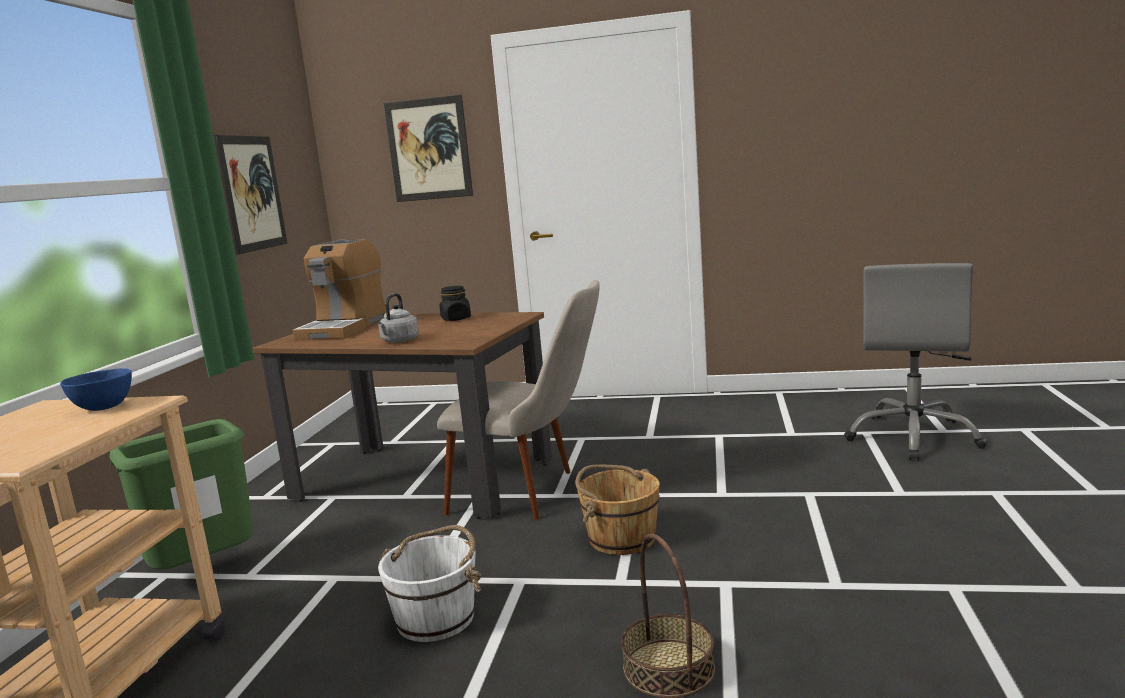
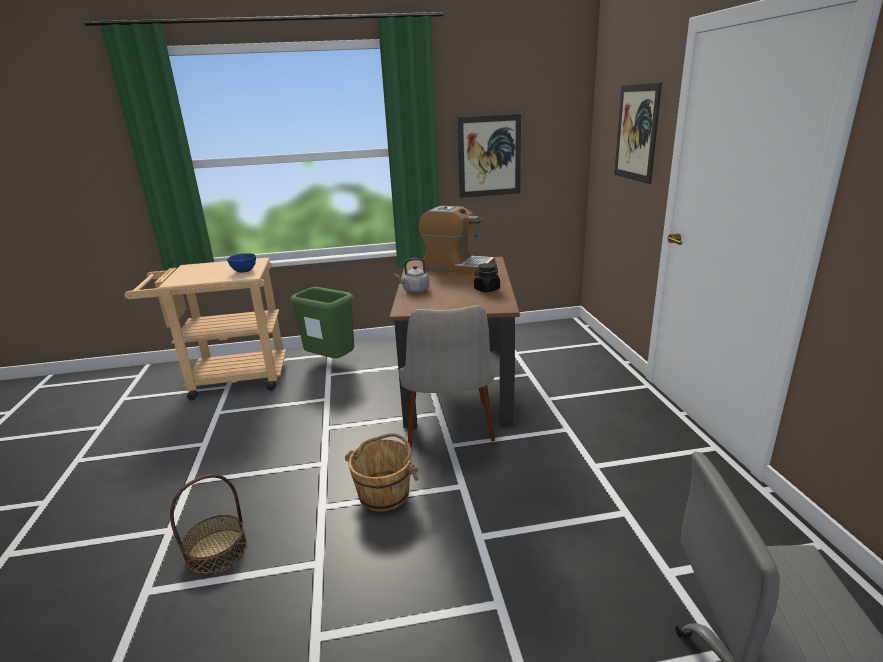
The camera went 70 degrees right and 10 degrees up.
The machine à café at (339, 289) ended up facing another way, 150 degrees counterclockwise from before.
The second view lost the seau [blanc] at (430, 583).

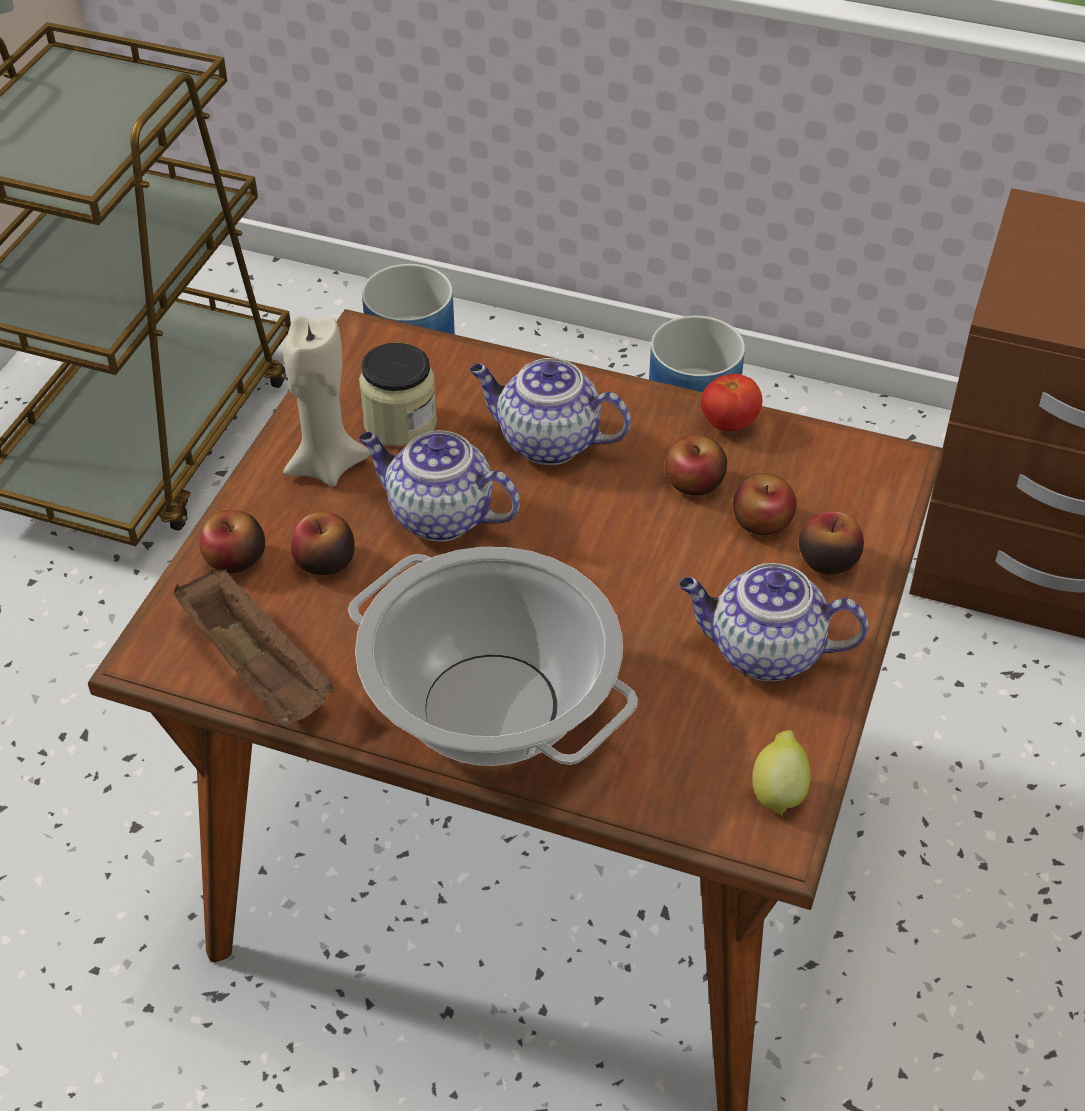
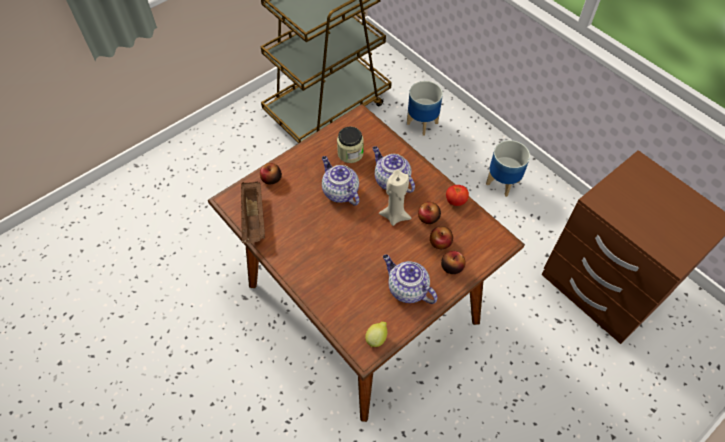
The camera went 30 degrees right and 10 degrees up.
The bougie [beige] ended up elsewhere, having gone from (327, 401) to (395, 197).
The second view lost the pomme at (323, 543).
The second view lost the marmite at (493, 656).

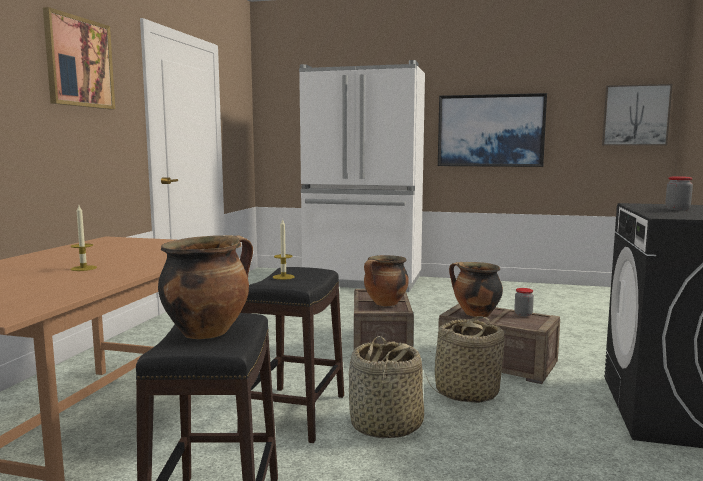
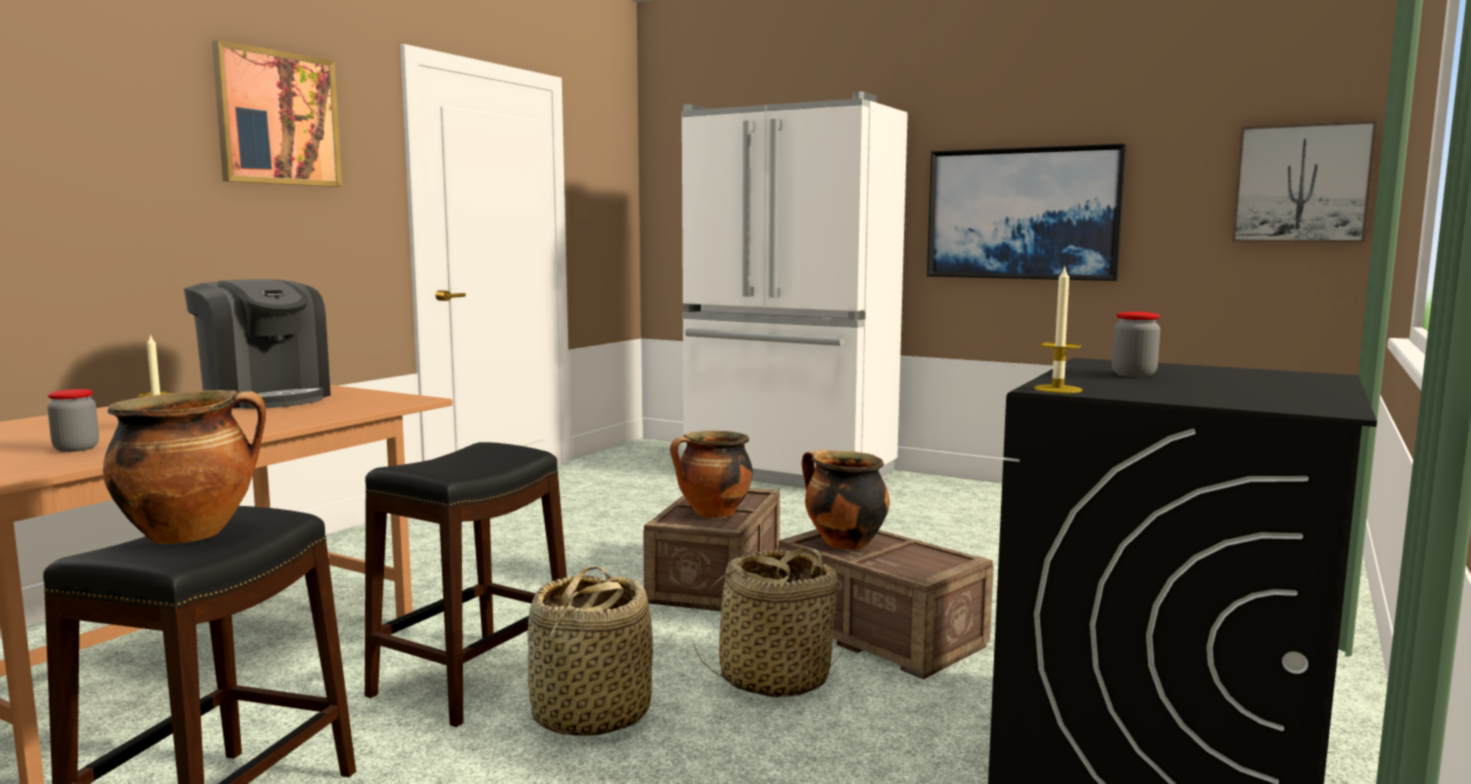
The camera went 15 degrees right and 0 degrees up.
The bougie ended up elsewhere, having gone from (284, 249) to (1058, 329).
The bocal ended up elsewhere, having gone from (524, 302) to (73, 420).
The second view gained the machine à café at (257, 344).

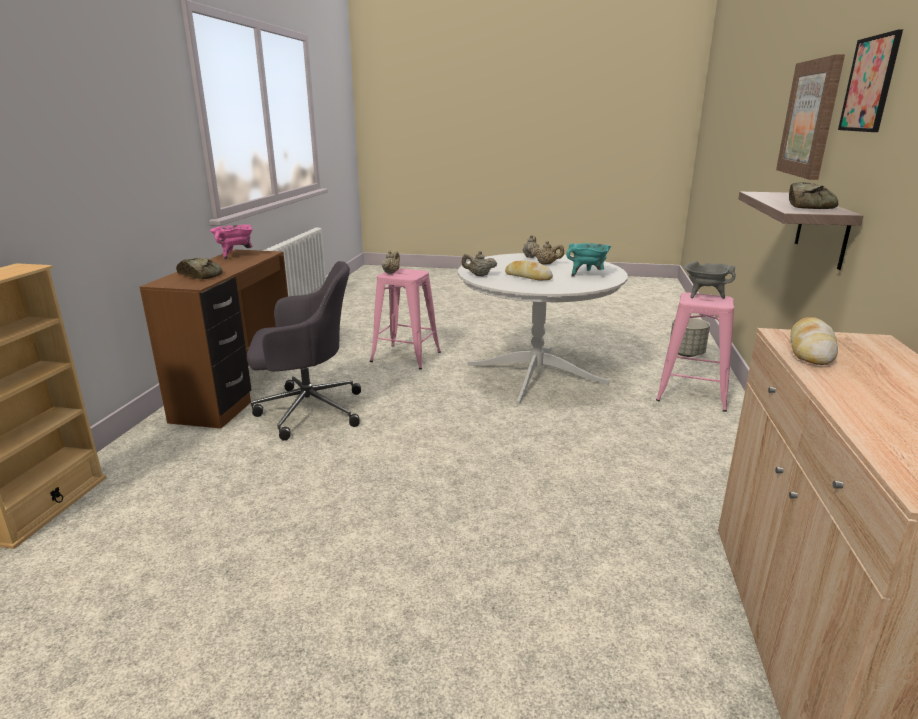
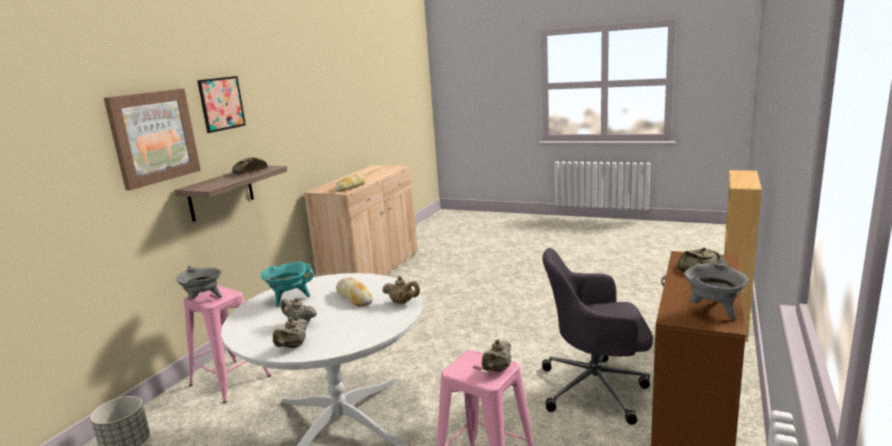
The camera went 165 degrees left and 5 degrees down.
What was the marmite [rose] at (231, 242) turned into the marmite [gris] at (716, 289).

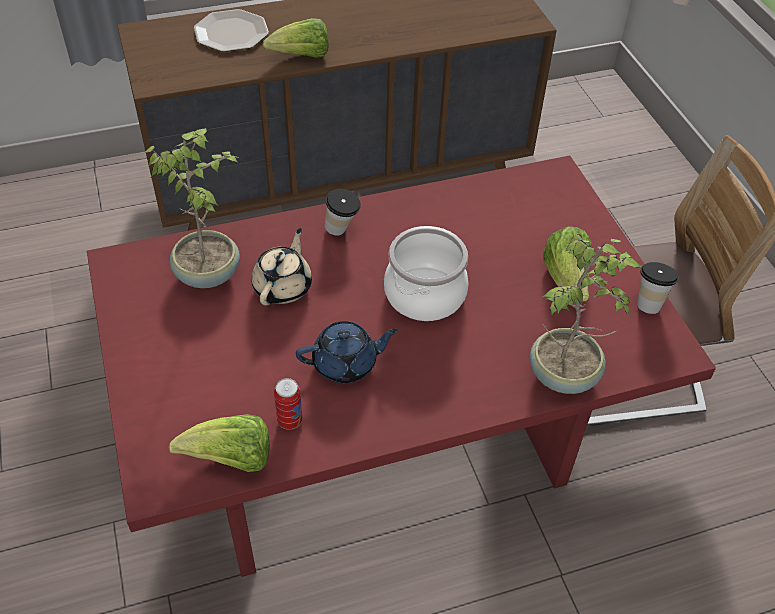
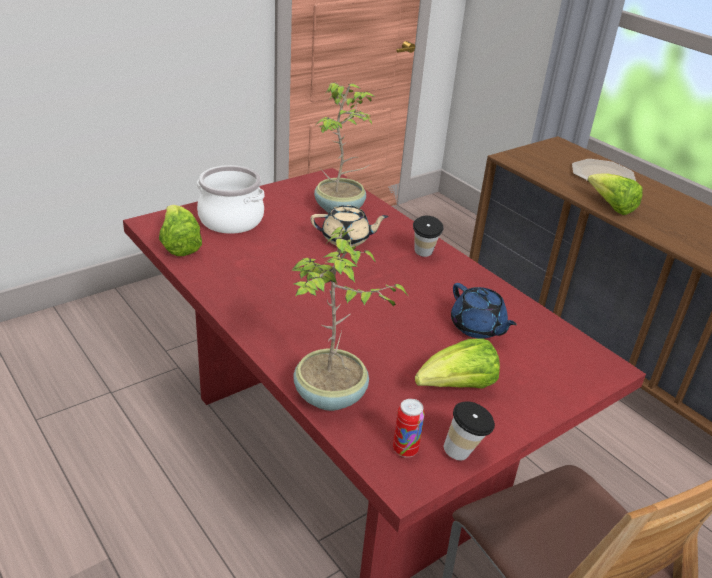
The camera went 70 degrees right and 15 degrees down.
The boîte métallique ended up elsewhere, having gone from (288, 404) to (409, 428).
The théière [bleu] ended up elsewhere, having gone from (347, 352) to (484, 311).
The marmite ended up elsewhere, having gone from (426, 273) to (230, 199).

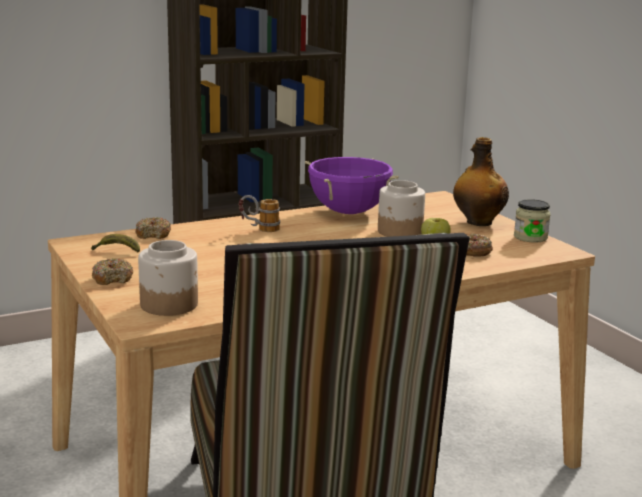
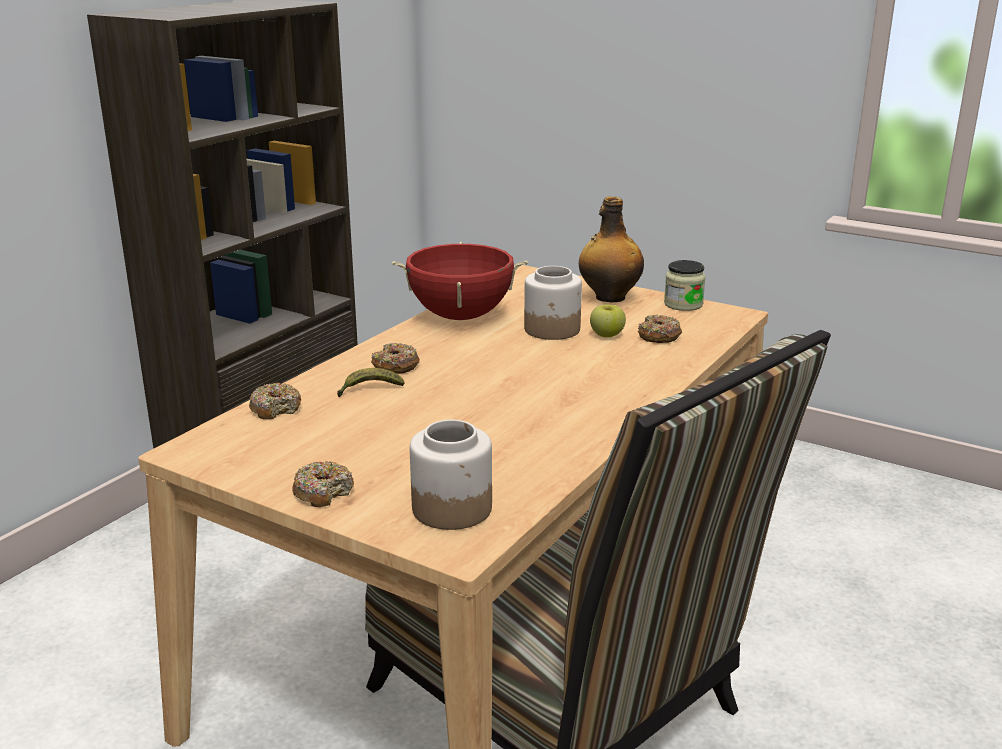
The camera went 30 degrees left and 5 degrees up.
The banane ended up elsewhere, having gone from (115, 243) to (371, 382).
Where the mug stood at (259, 213), the beignet came to stand at (395, 358).
What was the marmite [violet] at (352, 185) turned into the marmite [rouge] at (460, 281).

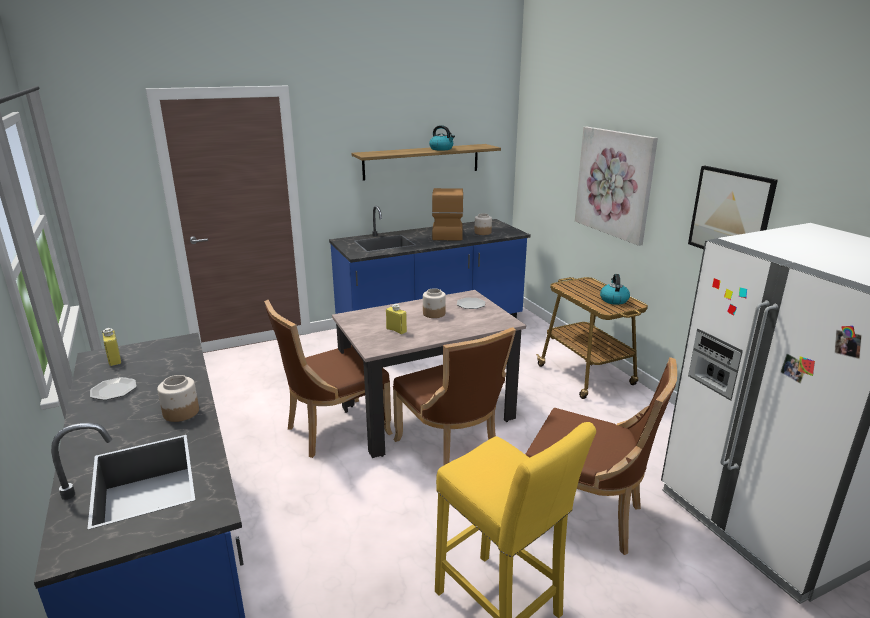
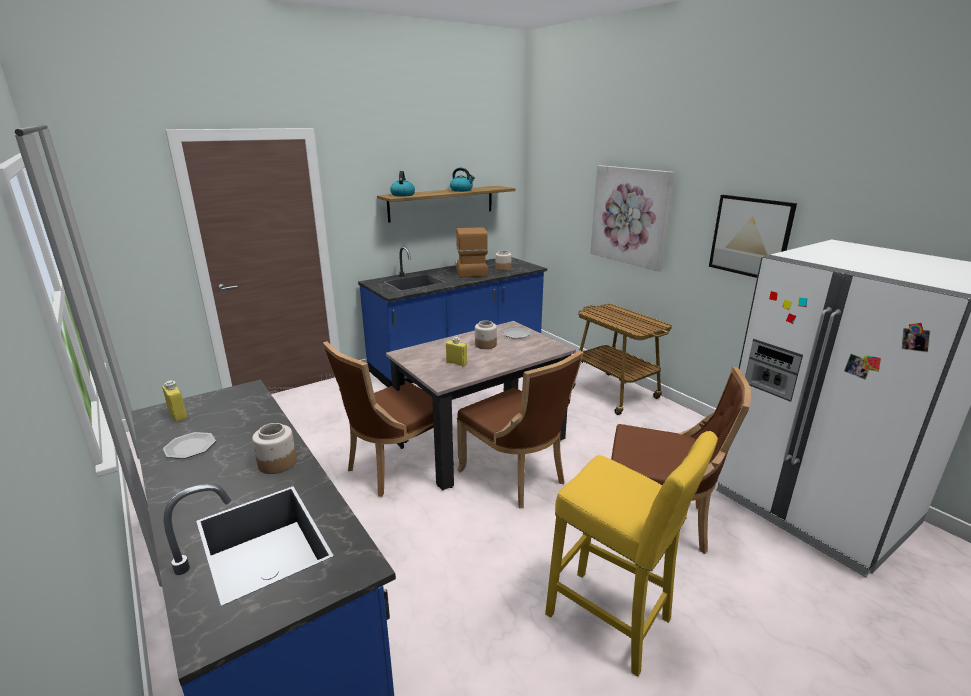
The camera went 10 degrees left and 0 degrees up.
The bouilloire ended up elsewhere, having gone from (615, 289) to (402, 184).

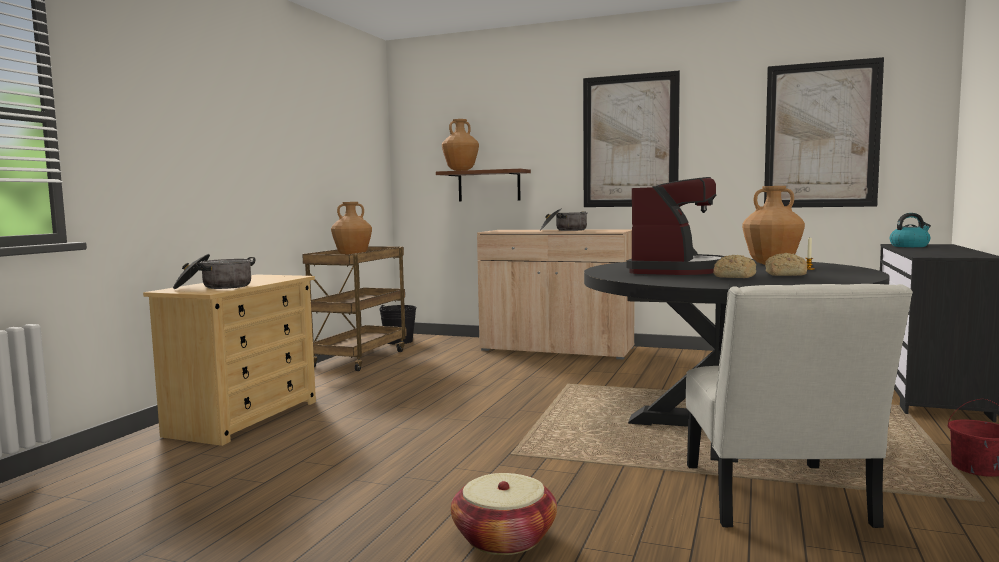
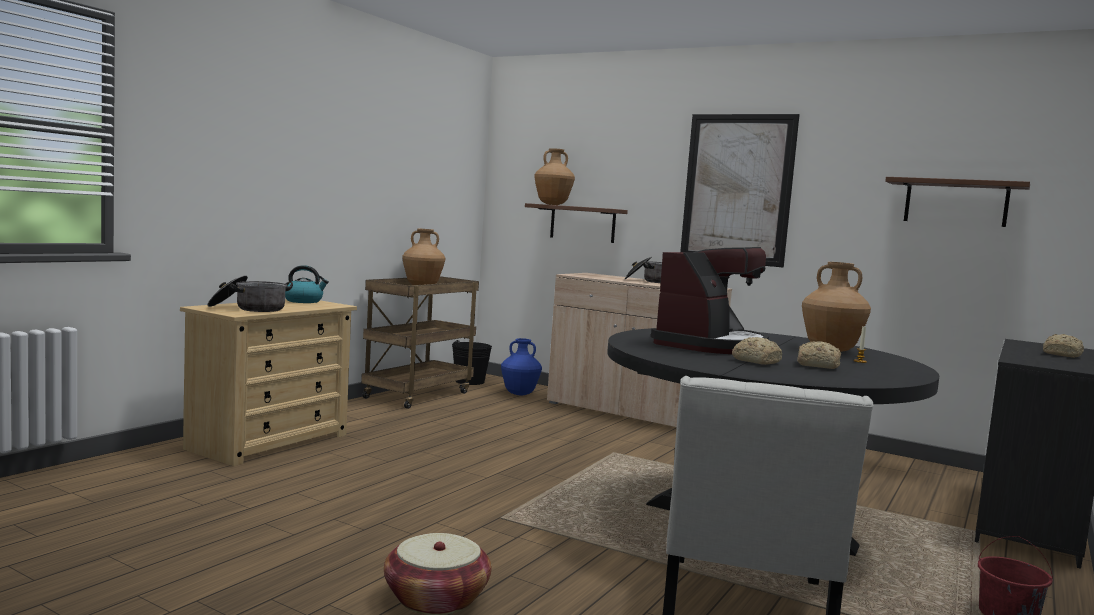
The camera went 10 degrees right and 0 degrees up.
Where the tableau hung at (824, 132), the étagère came to hang at (957, 202).
The bouilloire ended up elsewhere, having gone from (910, 230) to (307, 284).
The second view gained the vase [bleu] at (521, 366).
The second view gained the pain at (1063, 346).

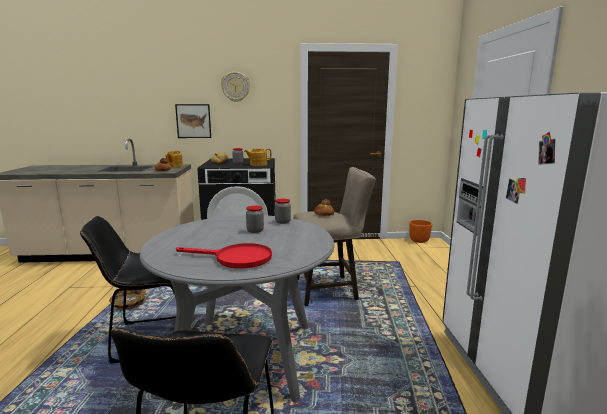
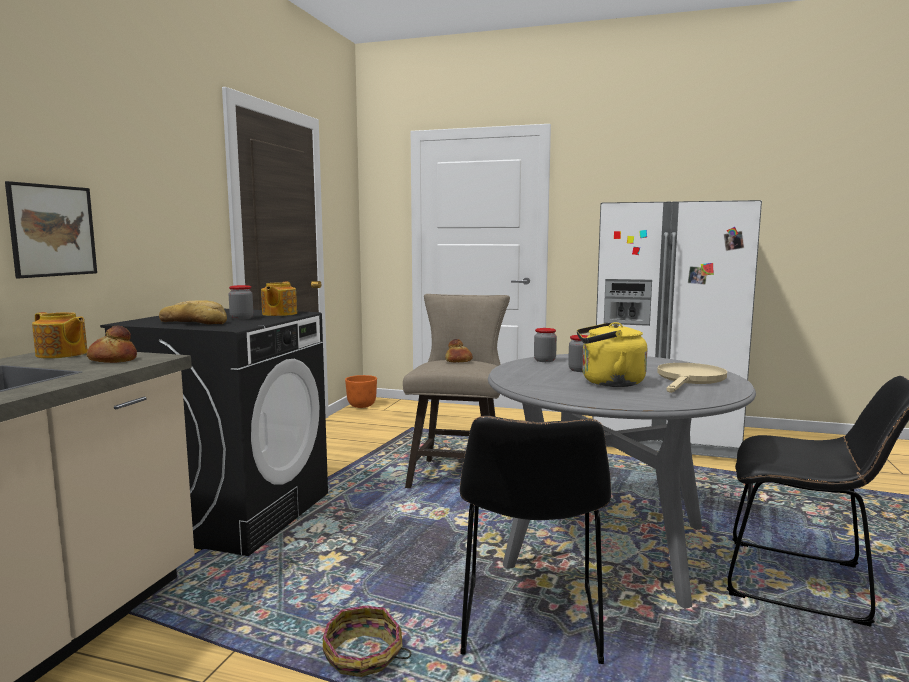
The camera went 70 degrees left and 5 degrees down.
What was the poêle [rouge] at (224, 256) turned into the poêle [beige] at (692, 378).
The second view lost the horloge murale at (235, 87).
The second view gained the bouilloire [jaune] at (612, 354).

